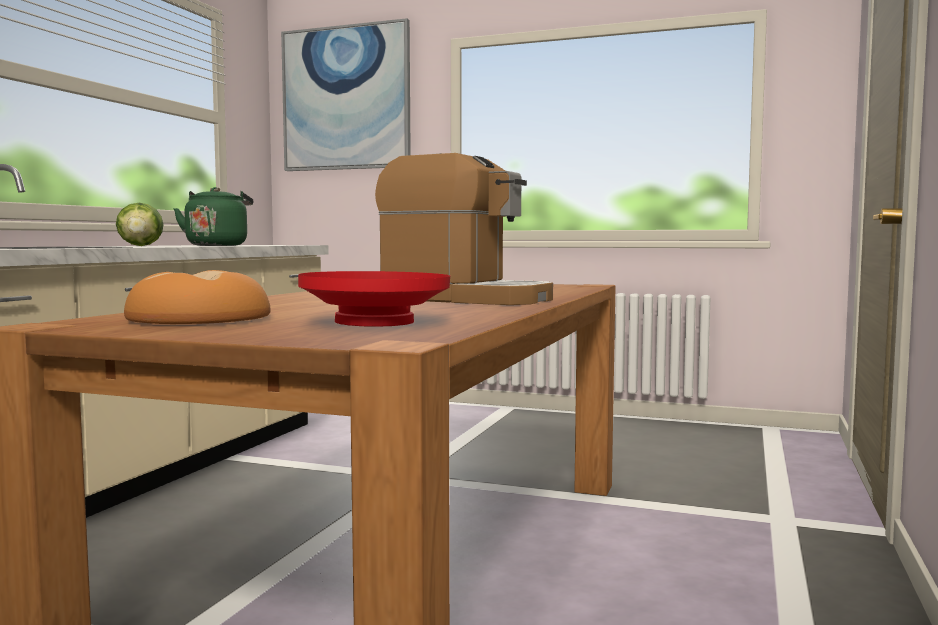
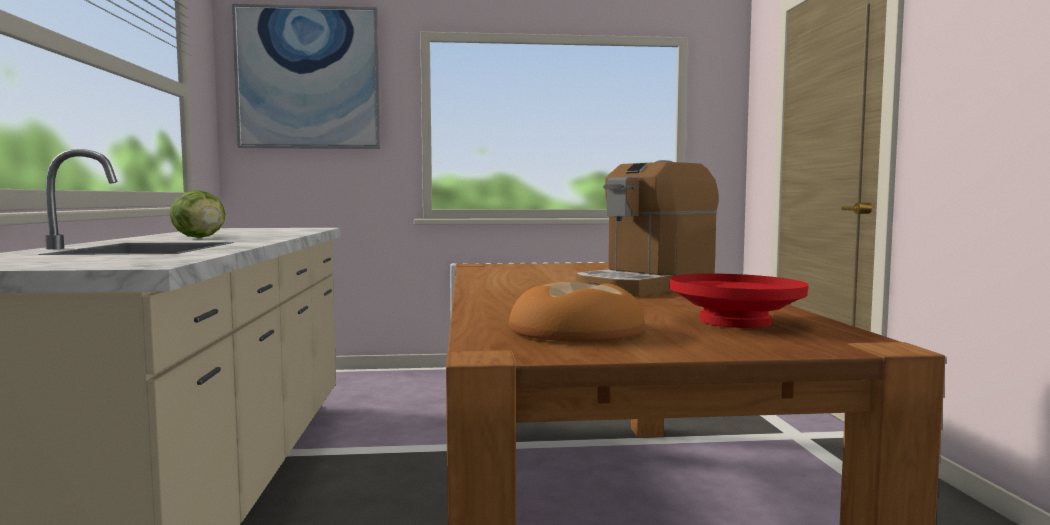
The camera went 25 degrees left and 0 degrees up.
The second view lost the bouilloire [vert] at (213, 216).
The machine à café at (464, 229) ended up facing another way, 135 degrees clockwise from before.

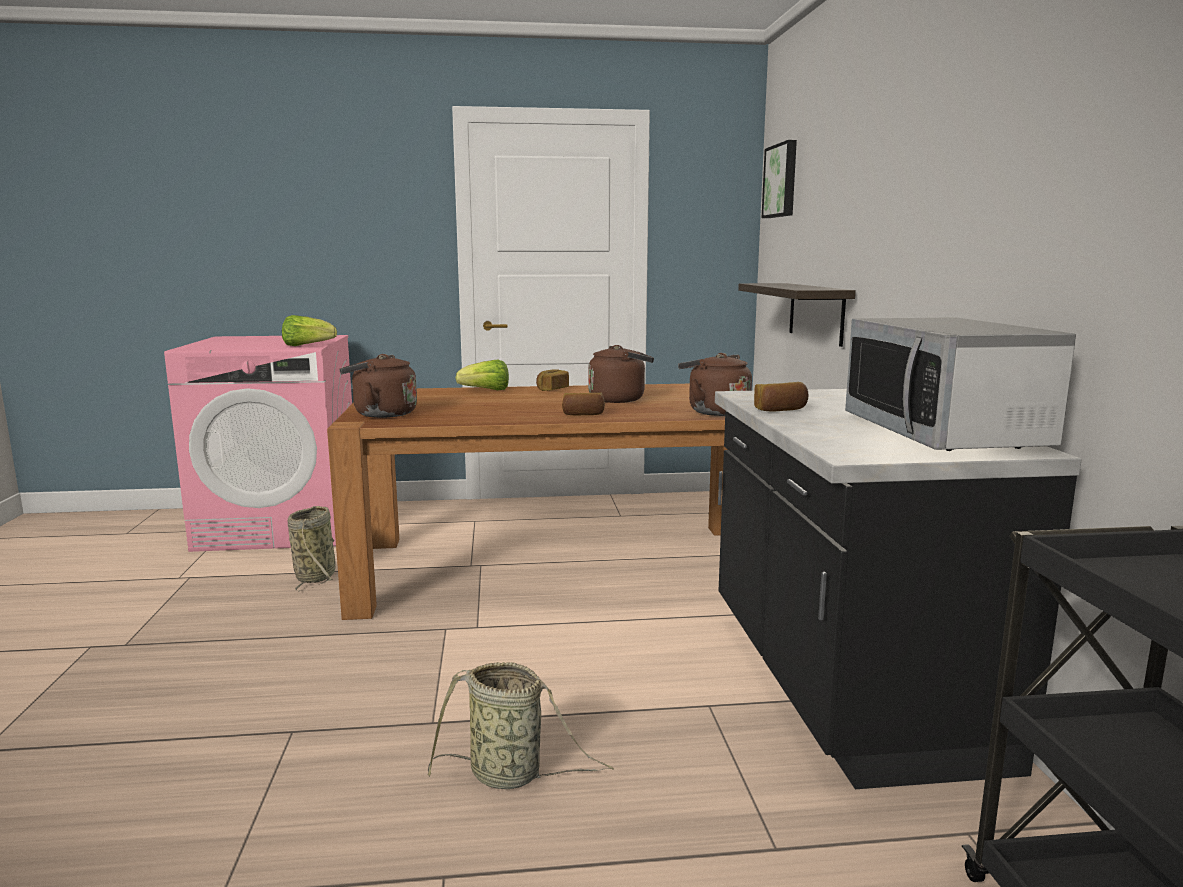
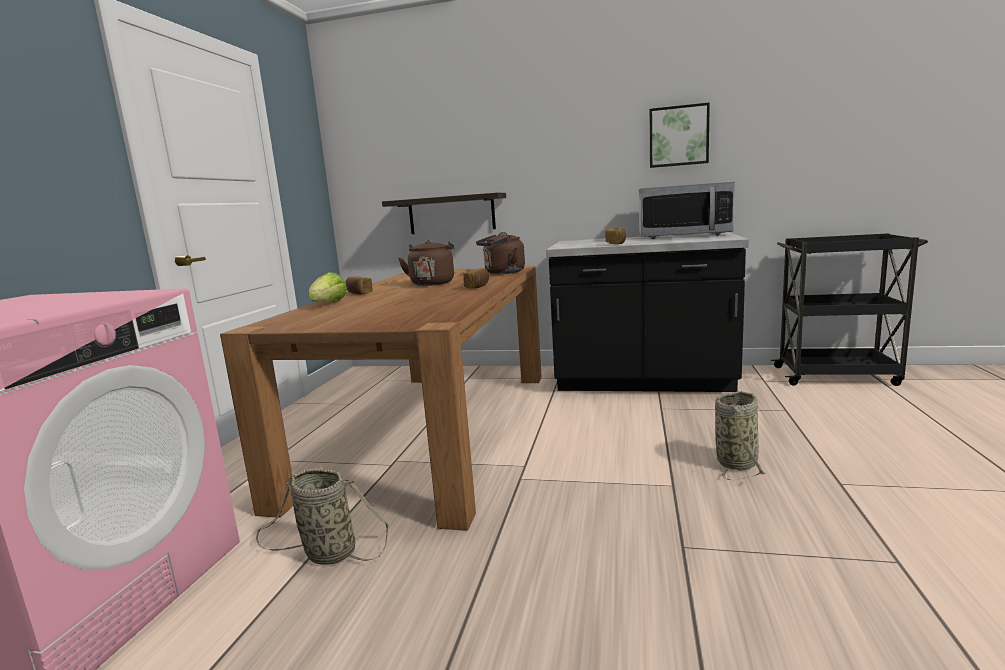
The camera went 70 degrees left and 0 degrees up.
The second view lost the laitue at (309, 330).
The second view lost the bouilloire [marron] at (378, 386).
The tableau ended up elsewhere, having gone from (779, 179) to (680, 135).

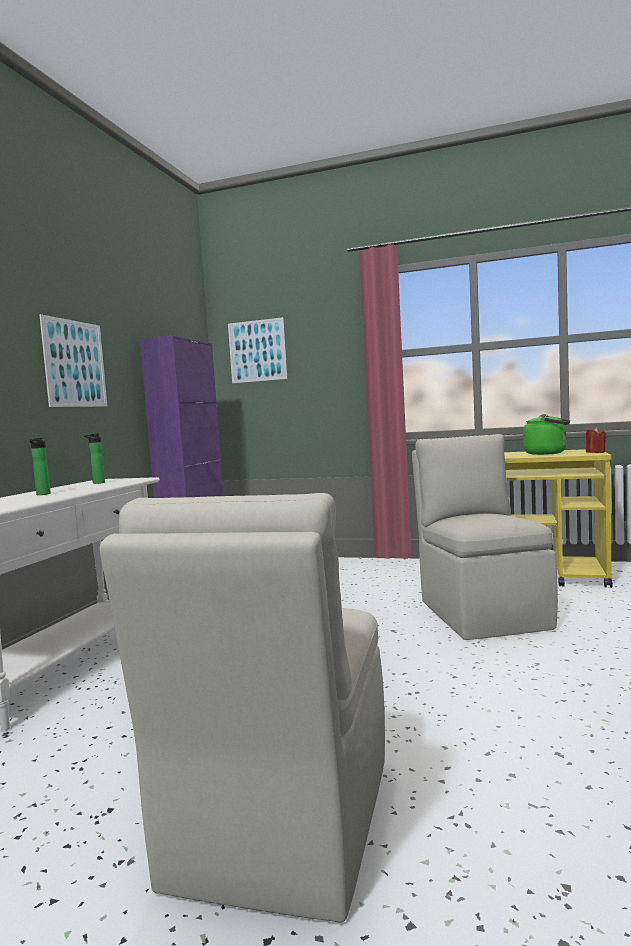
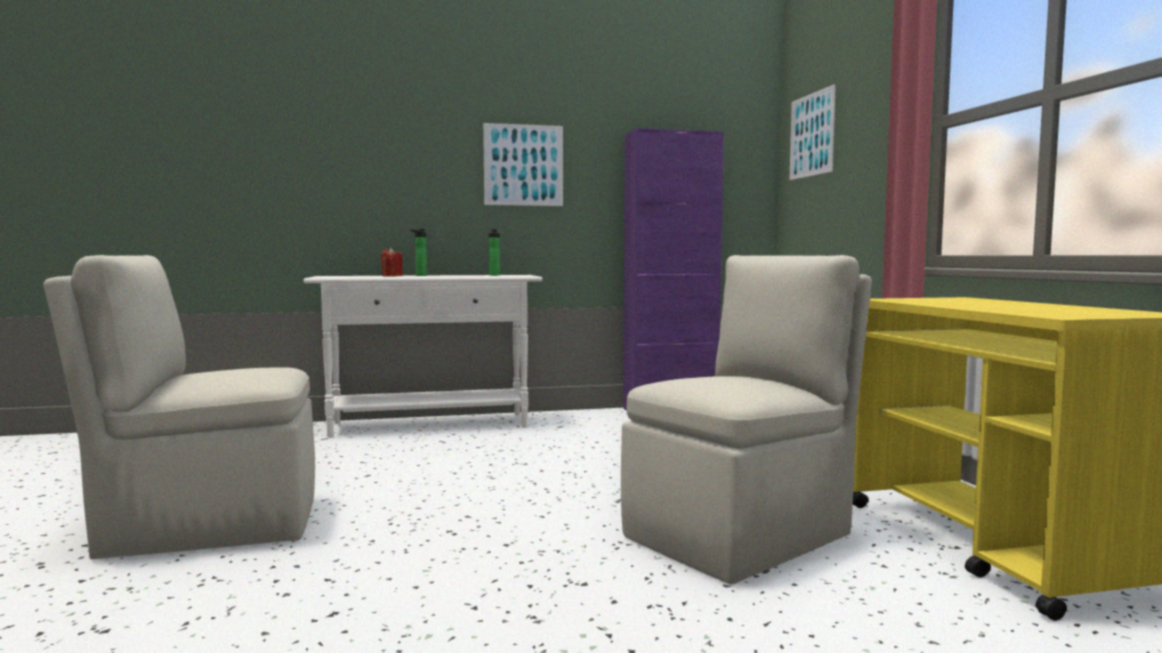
The camera went 60 degrees right and 0 degrees up.
The second view lost the bouilloire [vert] at (546, 434).
The bougie [rouge] ended up elsewhere, having gone from (596, 440) to (392, 262).

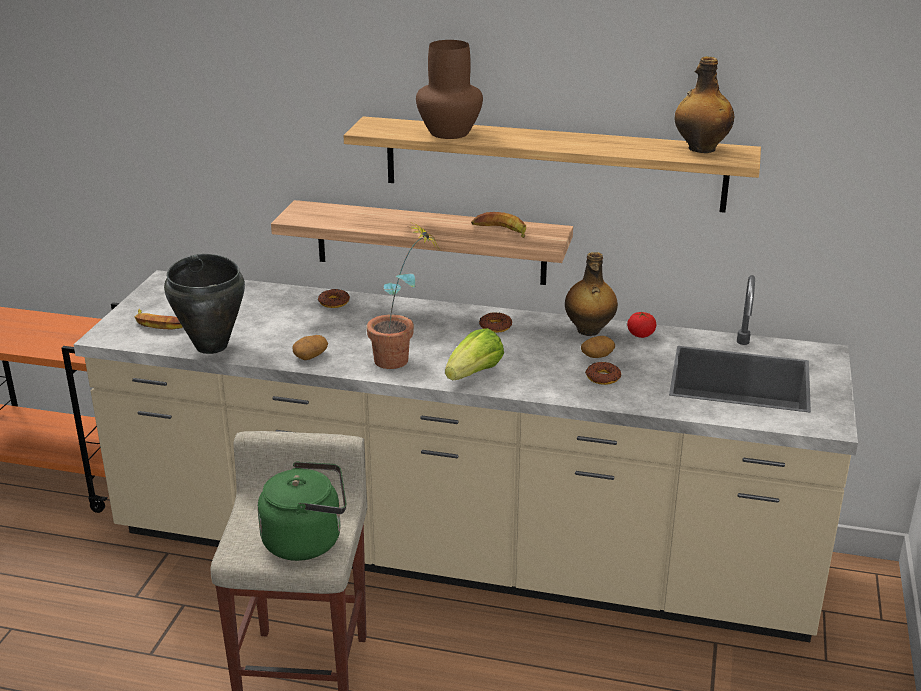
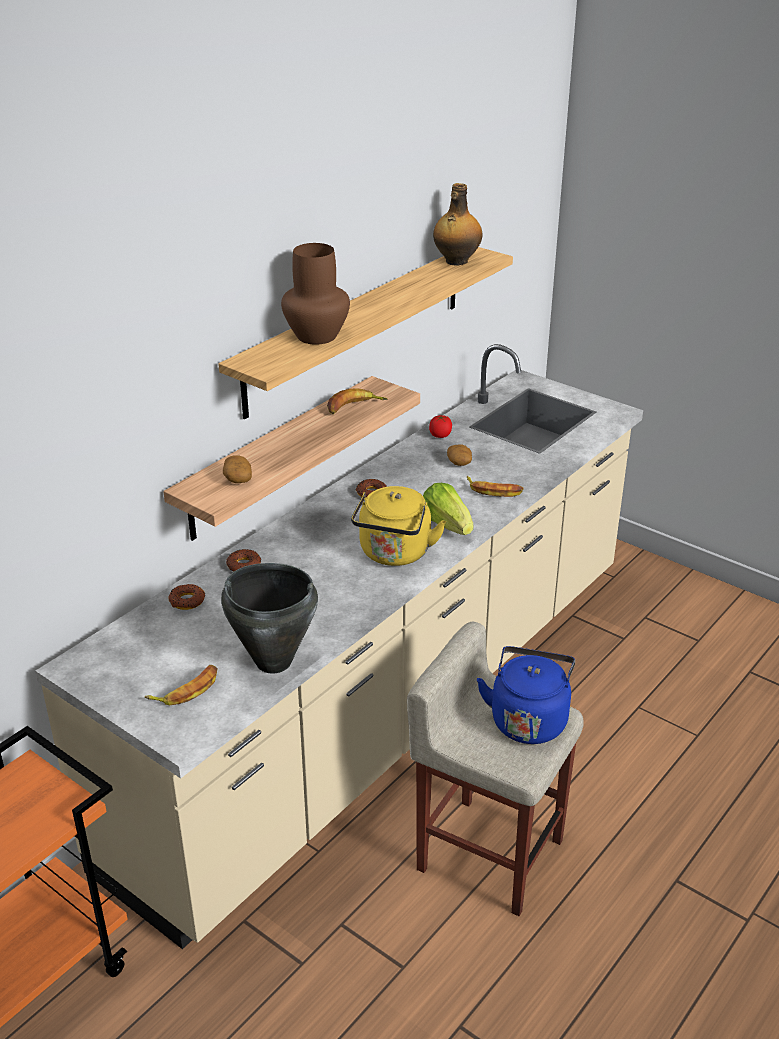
The camera went 65 degrees left and 5 degrees up.
What was the bouilloire [vert] at (302, 511) turned into the bouilloire [bleu] at (526, 695).
The pomme de terre ended up elsewhere, having gone from (310, 347) to (237, 469).
Where the plante en pot stood at (402, 295), the bouilloire [jaune] came to stand at (398, 526).
The second view lost the bouteille at (591, 294).
The beignet ended up elsewhere, having gone from (603, 373) to (186, 597).
The second view gained the banane at (495, 486).

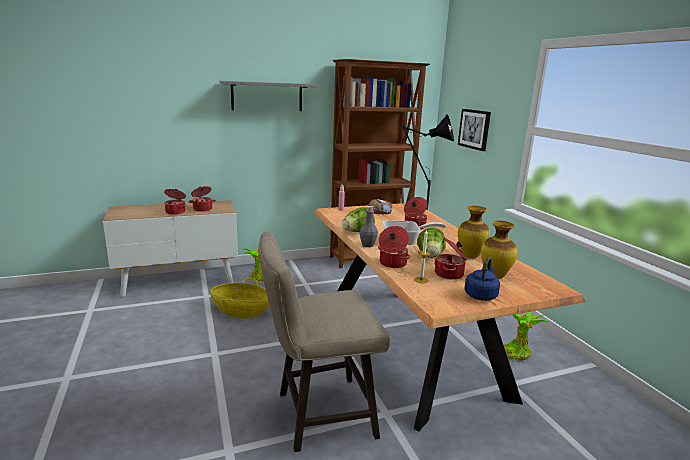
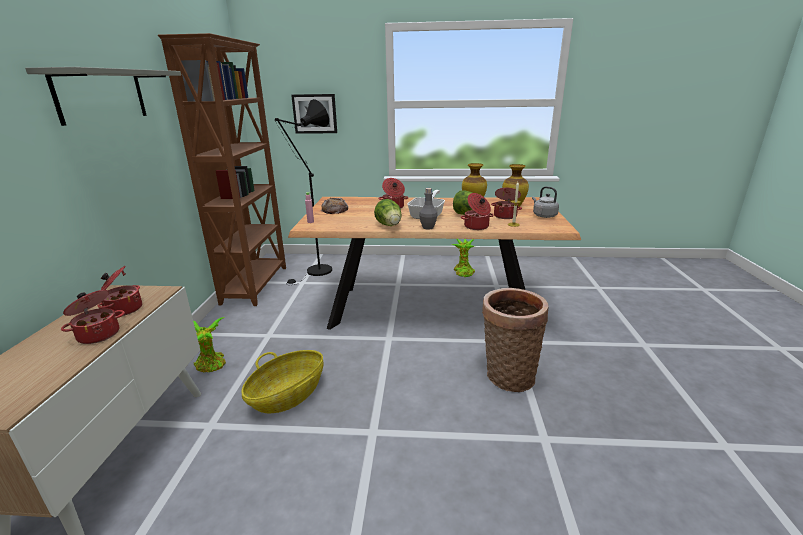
The camera went 65 degrees left and 5 degrees up.
Where the tabouret [beige] stood at (324, 342), the panier came to stand at (515, 340).
What was the bouilloire [bleu] at (482, 279) turned into the bouilloire [gris] at (545, 202).

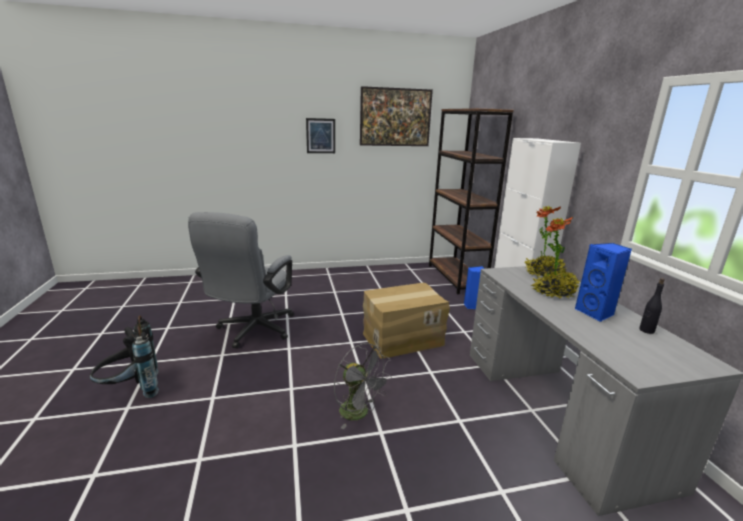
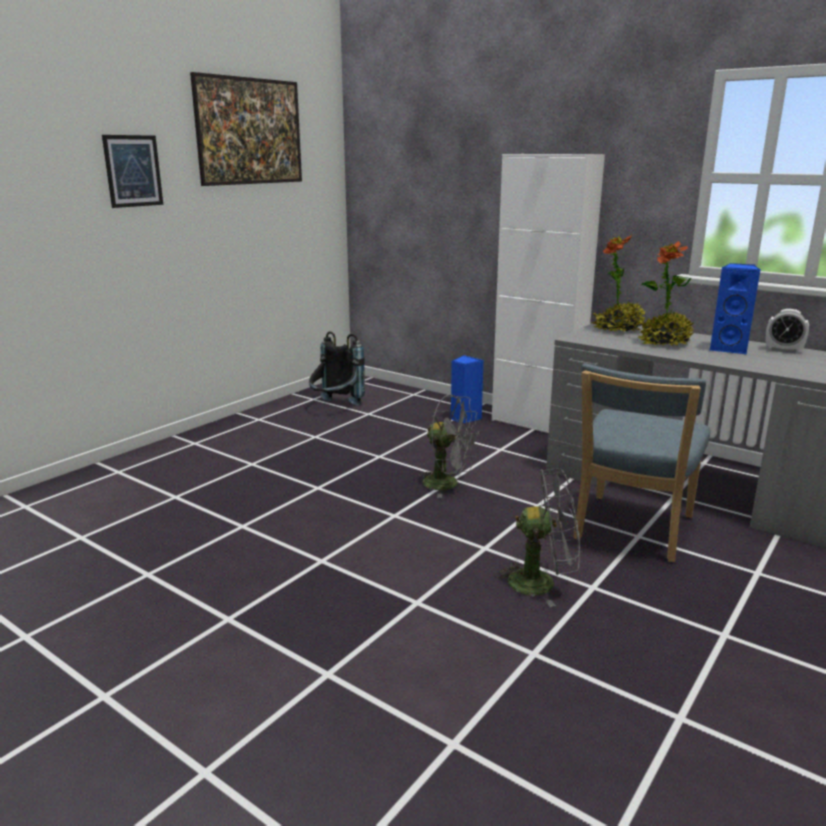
The camera went 40 degrees left and 0 degrees up.
The sac à dos [noir] ended up elsewhere, having gone from (124, 356) to (337, 368).
The second view lost the chaise de bureau [gris] at (241, 280).
Where the carton stood at (406, 321), the ventilateur [gris] came to stand at (450, 446).
The second view lost the bibliothèque [marron] at (471, 201).
Where the bouteille [noir] stood at (652, 306), the réveil came to stand at (787, 331).
The second view gained the chaise [bleu] at (641, 463).

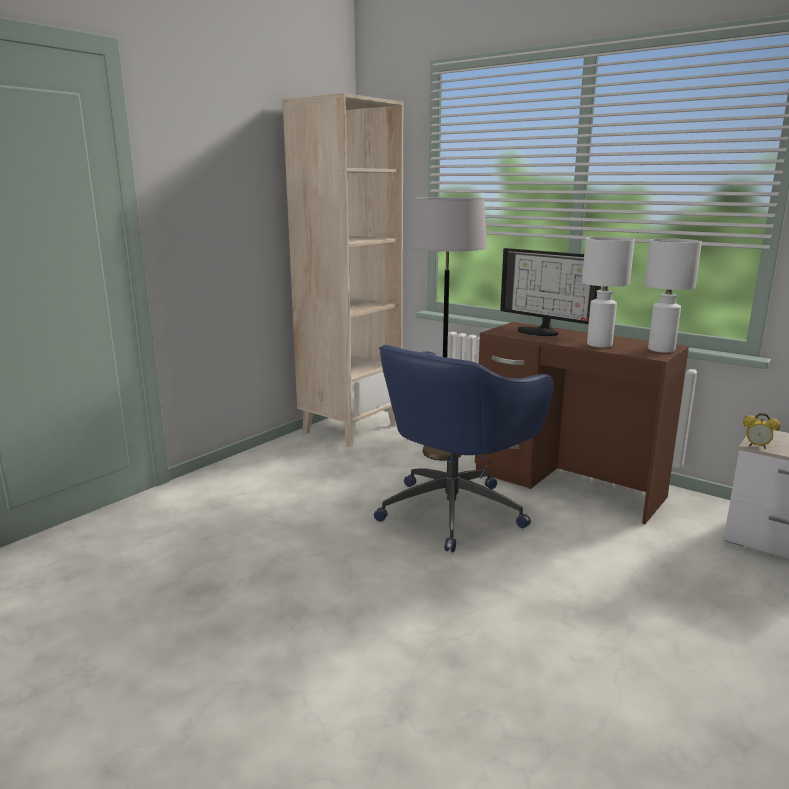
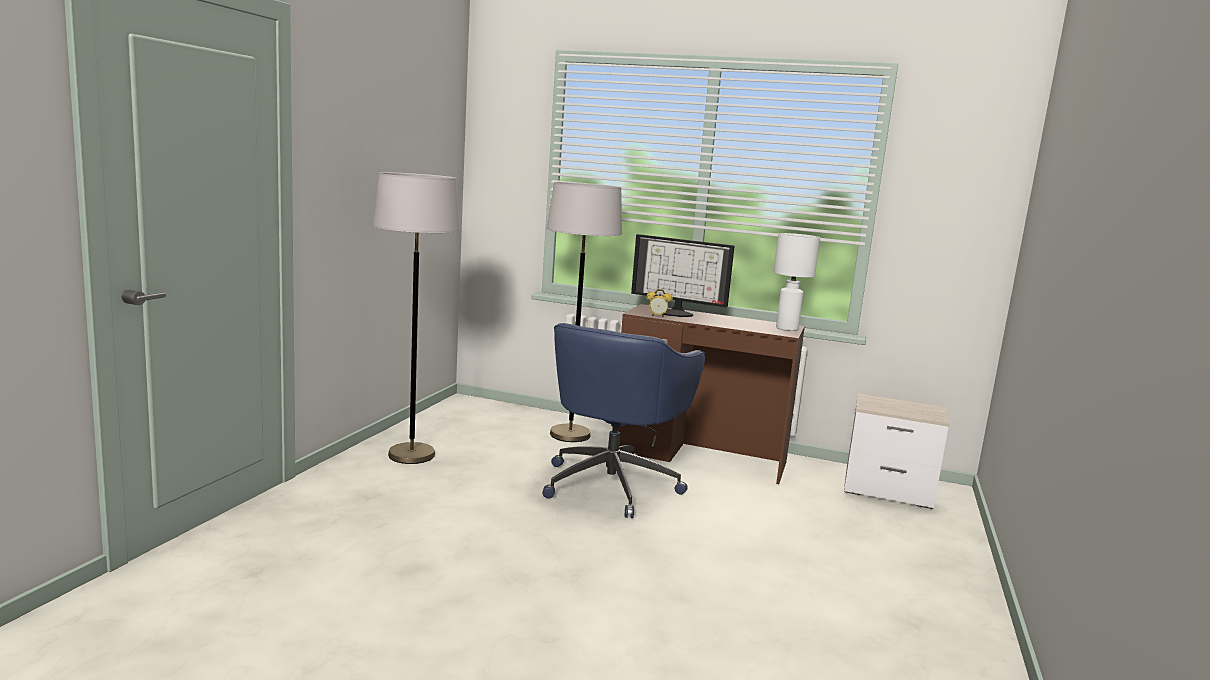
The camera went 20 degrees left and 5 degrees down.
The second view lost the bibliothèque [beige] at (342, 270).
The second view lost the lampe de table [blanc] at (608, 292).
The réveil ended up elsewhere, having gone from (762, 431) to (660, 303).
The second view gained the lampadaire [gris] at (416, 318).

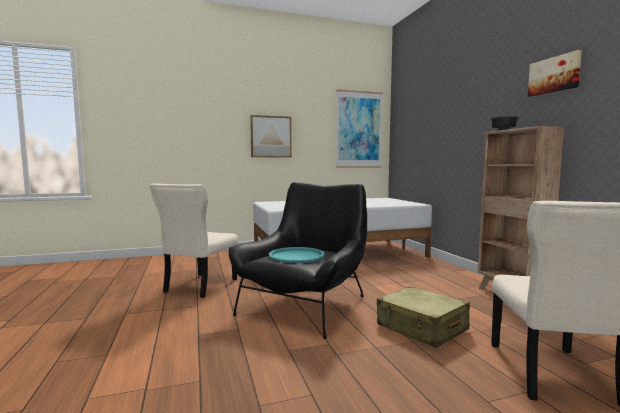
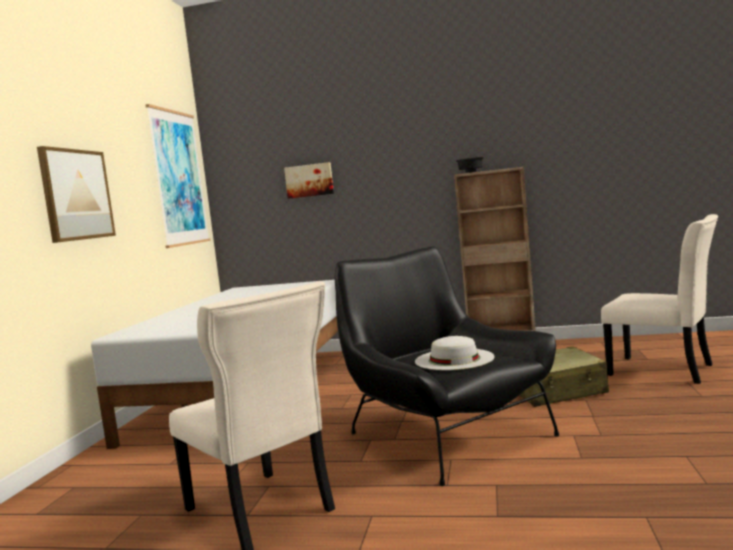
The camera went 60 degrees left and 0 degrees up.
Where the plateau [turquoise] stood at (296, 255), the chapeau [blanc] came to stand at (455, 353).
The tableau ended up elsewhere, having gone from (555, 73) to (309, 180).

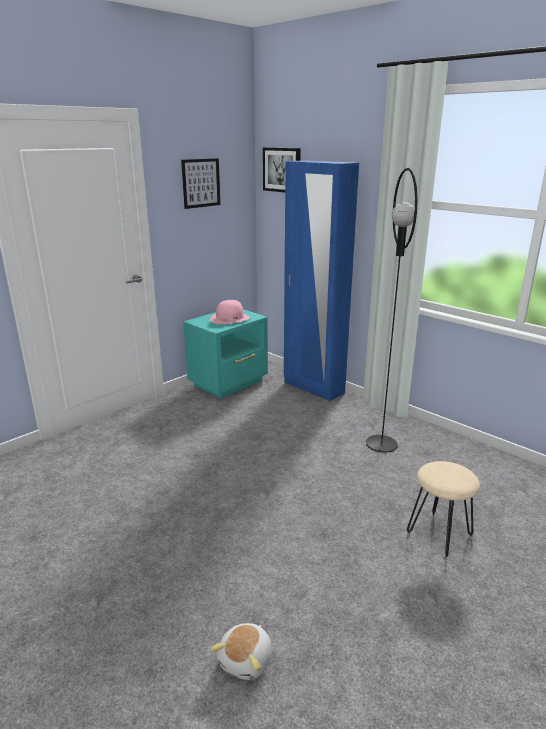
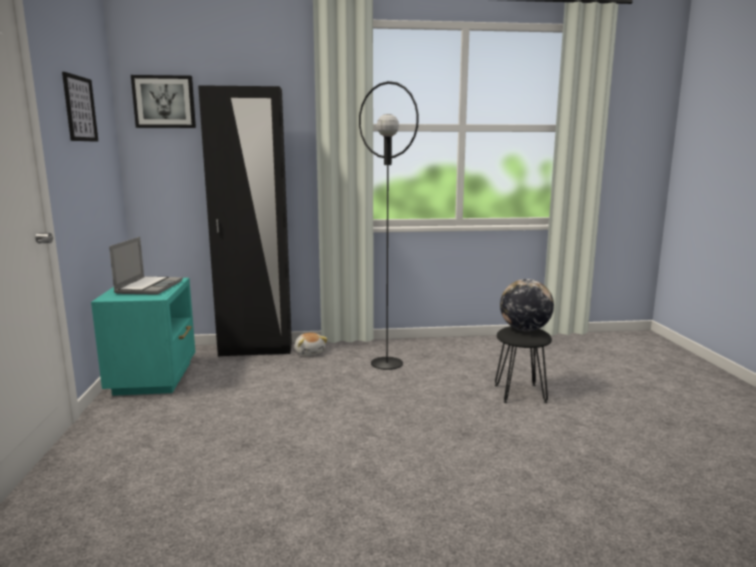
The camera went 50 degrees left and 10 degrees down.
Where the chapeau [rose] stood at (230, 312), the ordinateur portable came to stand at (146, 266).
The peluche ended up elsewhere, having gone from (241, 651) to (311, 344).
What was the armoire [bleu] at (321, 280) turned into the armoire [noir] at (245, 221).
What was the tabouret [beige] at (443, 509) turned into the tabouret [noir] at (523, 364).
The second view gained the globe at (527, 305).

